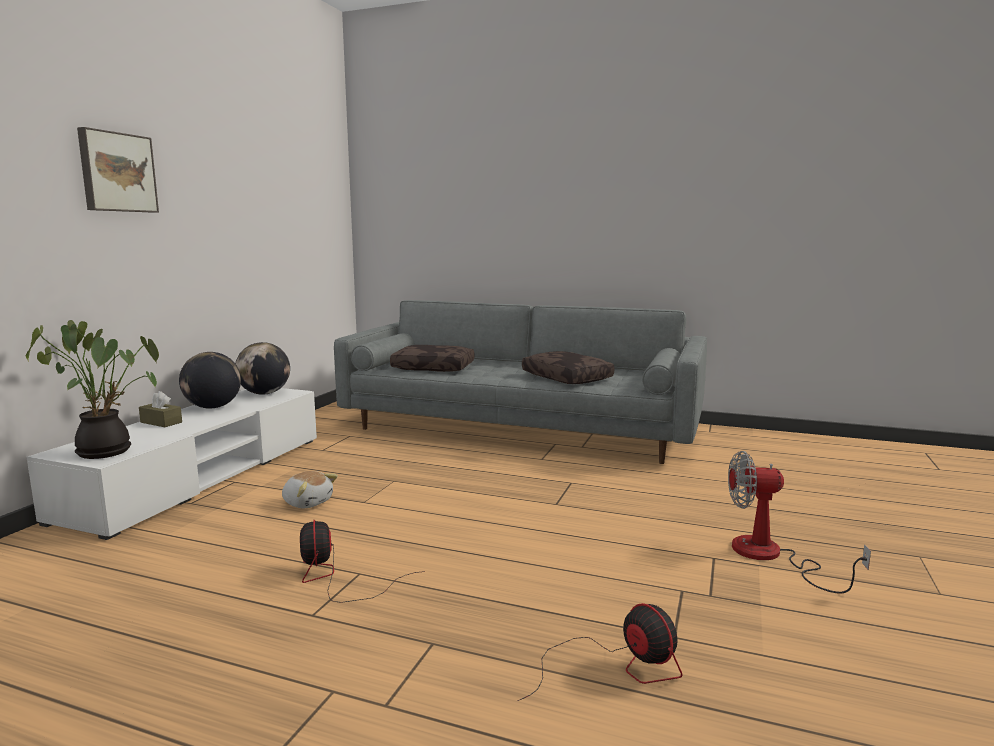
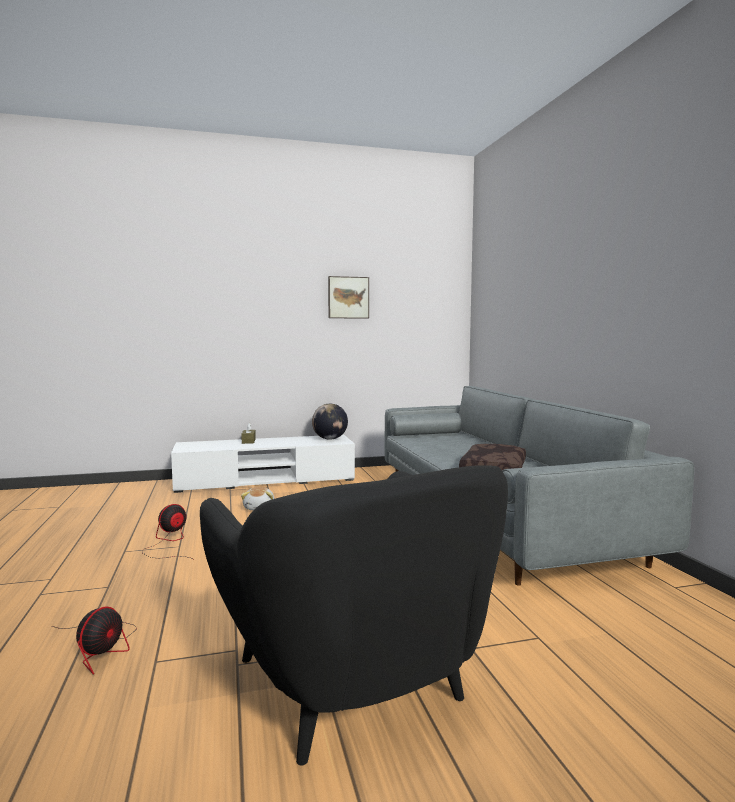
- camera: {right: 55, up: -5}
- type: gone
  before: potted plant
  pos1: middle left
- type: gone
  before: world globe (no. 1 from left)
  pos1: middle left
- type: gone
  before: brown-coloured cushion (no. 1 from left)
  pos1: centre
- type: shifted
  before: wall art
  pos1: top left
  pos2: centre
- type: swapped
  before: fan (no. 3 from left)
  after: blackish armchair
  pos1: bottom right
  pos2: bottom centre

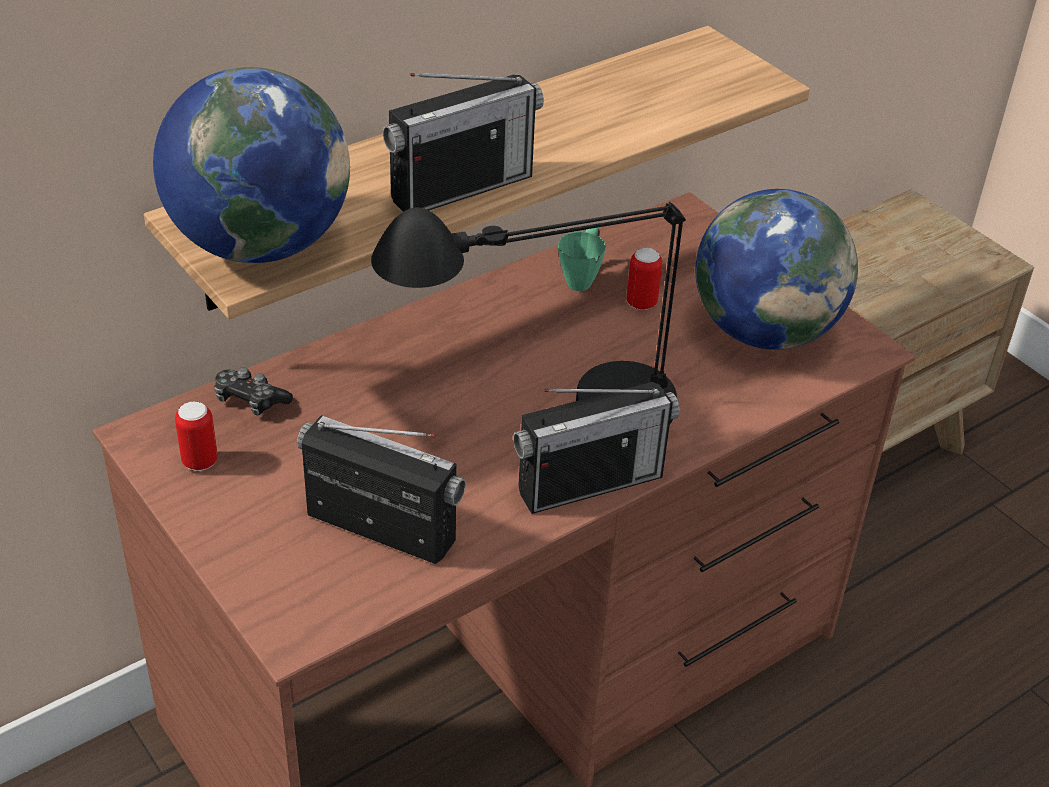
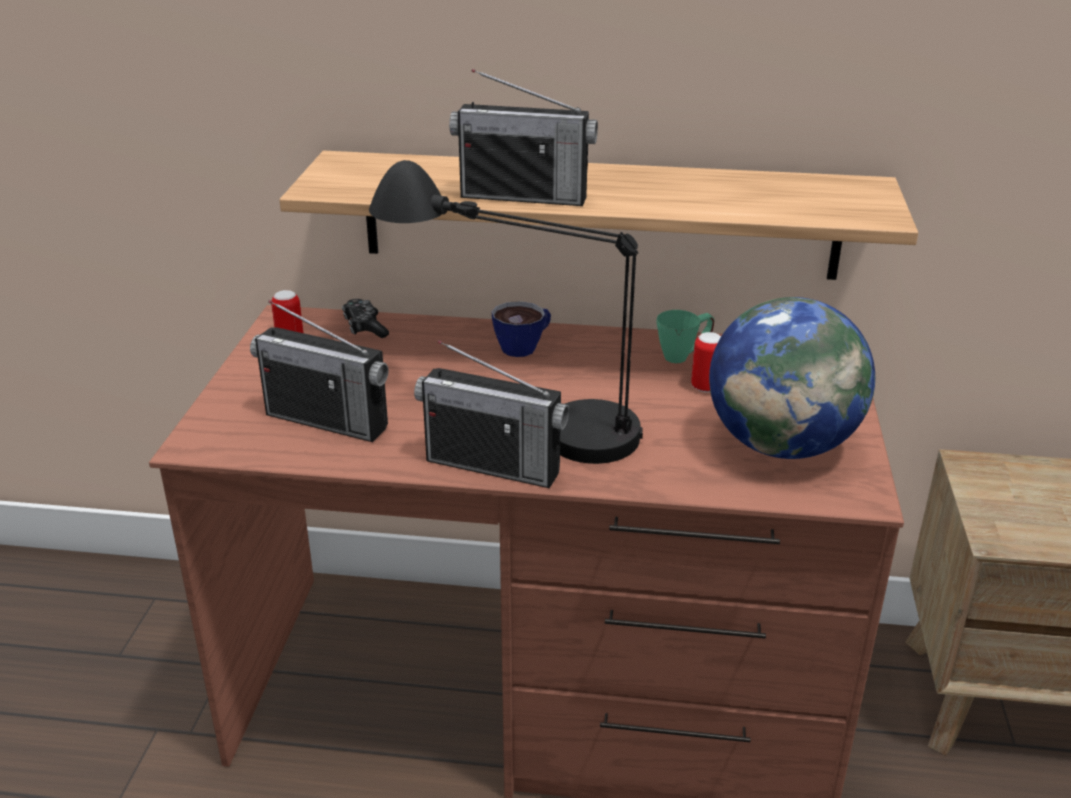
- camera: {right: 45, up: -10}
- type: gone
  before: world globe (no. 1 from left)
  pos1: top left
- type: new
  after: drinking cup
  pos2: centre
- type: rotated
  before: radio (no. 1 from left)
  pos1: centre
  pos2: middle left
  turn: 135

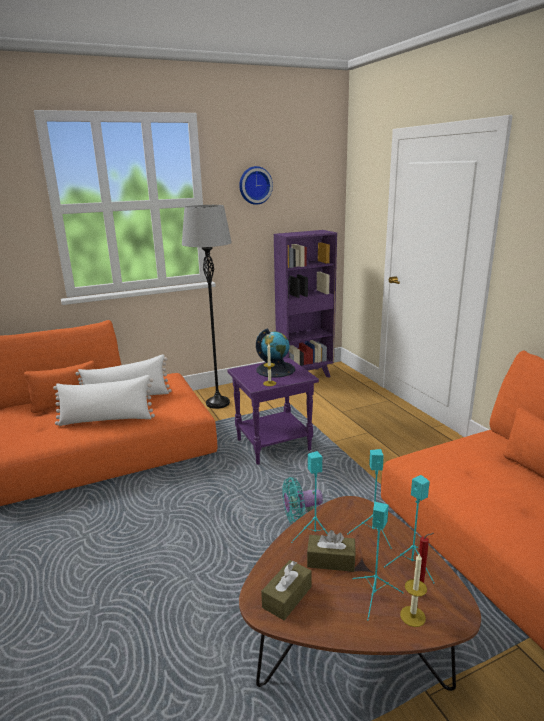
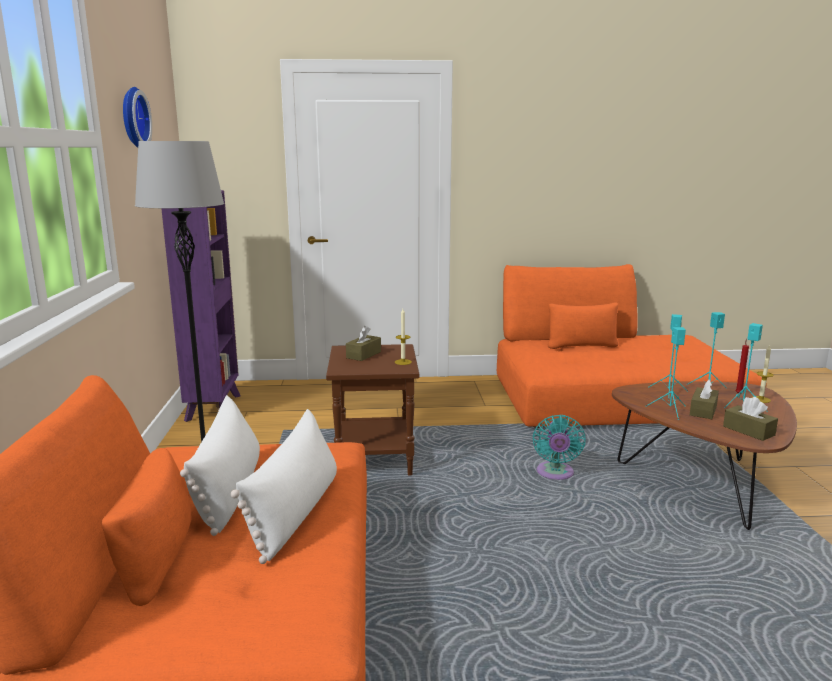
- camera: {right: -70, up: -5}
- type: swapped
  before: world globe
  after: brown-coloured tissue box (no. 1 from left)
  pos1: centre
  pos2: centre
- type: repainted
  before: purplish accent table
  after: brown-coloured accent table
  pos1: centre
  pos2: centre

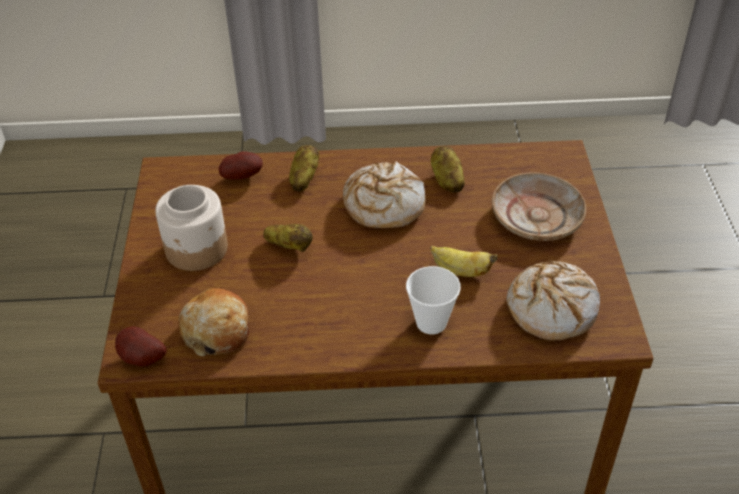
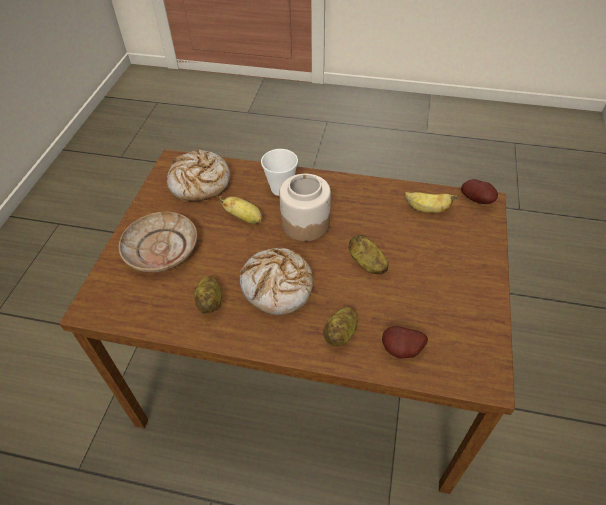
- camera: {right: -165, up: 5}
- type: shifted
  before: storage jar
  pos1: middle left
  pos2: centre
- type: swapped
  before: bread (no. 1 from left)
  after: whole banana (no. 2 from left)
  pos1: middle left
  pos2: middle right

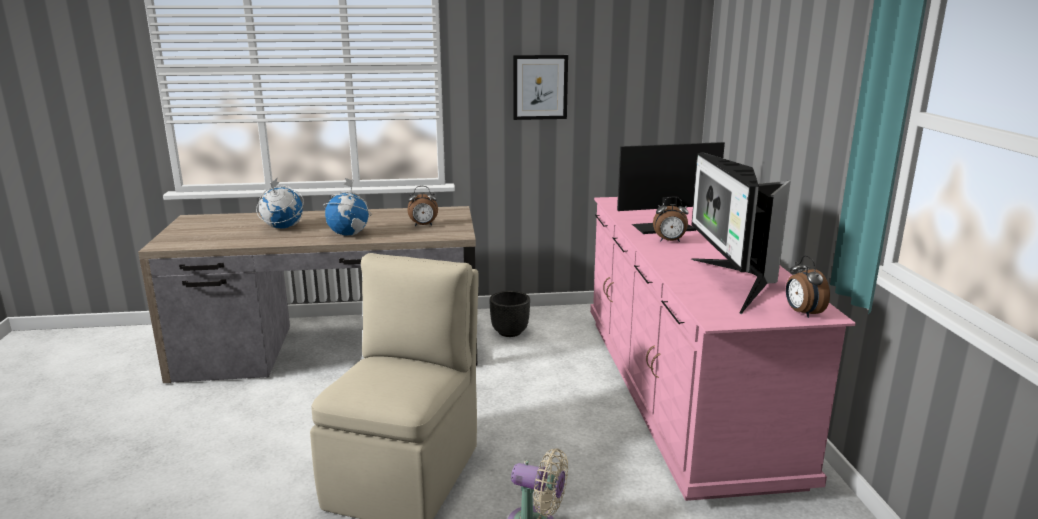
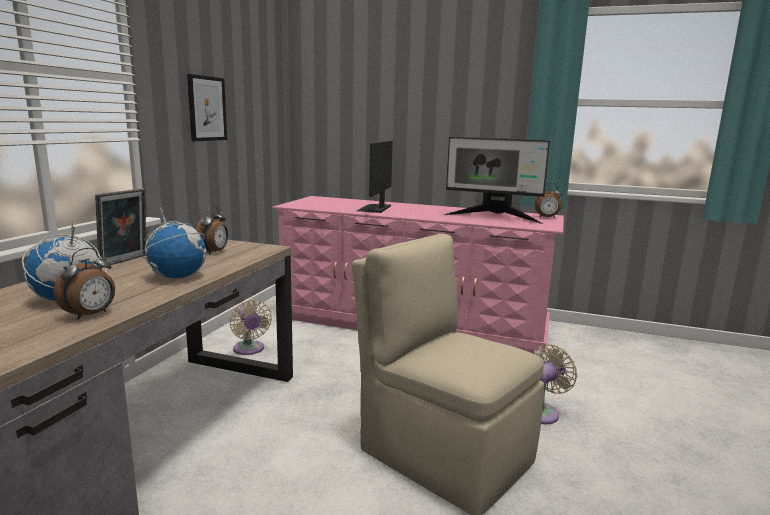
- camera: {right: -65, up: -5}
- type: new
  after: standing frame
  pos2: middle left
- type: shifted
  before: alarm clock (no. 2 from left in the first image)
  after: alarm clock (no. 1 from left)
  pos1: centre
  pos2: middle left
- type: swapped
  before: blackish plant pot
  after: beige fan (no. 1 from left)
  pos1: centre
  pos2: middle left

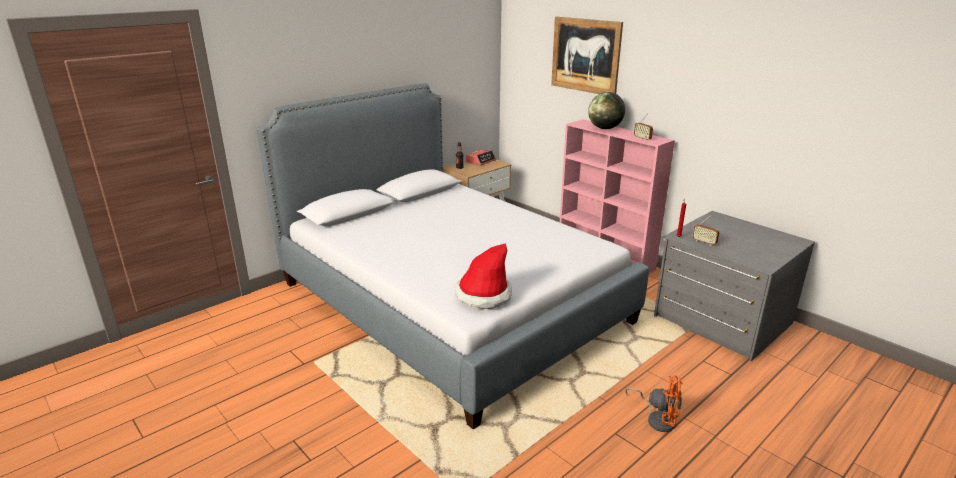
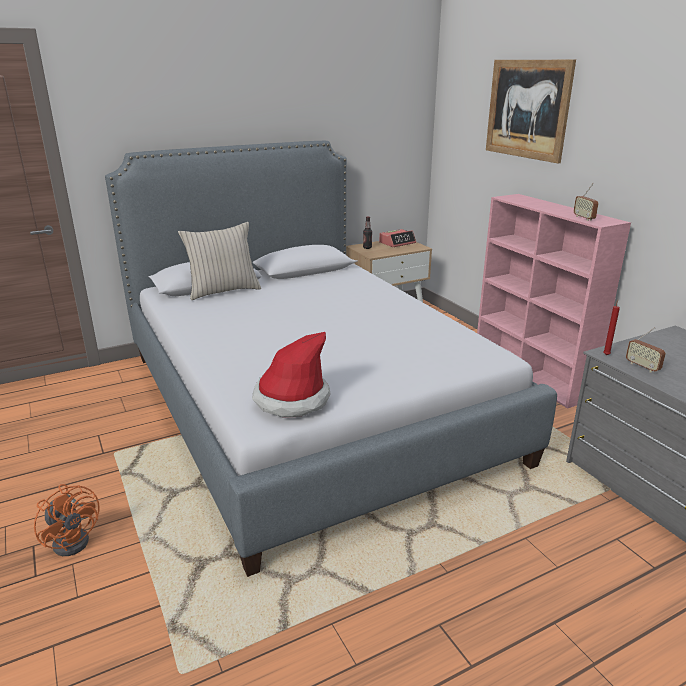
- camera: {right: 15, up: 0}
- type: gone
  before: world globe
  pos1: top centre
- type: new
  after: beige cushion
  pos2: middle left
- type: shifted
  before: orange-coloured fan
  pos1: bottom right
  pos2: bottom left

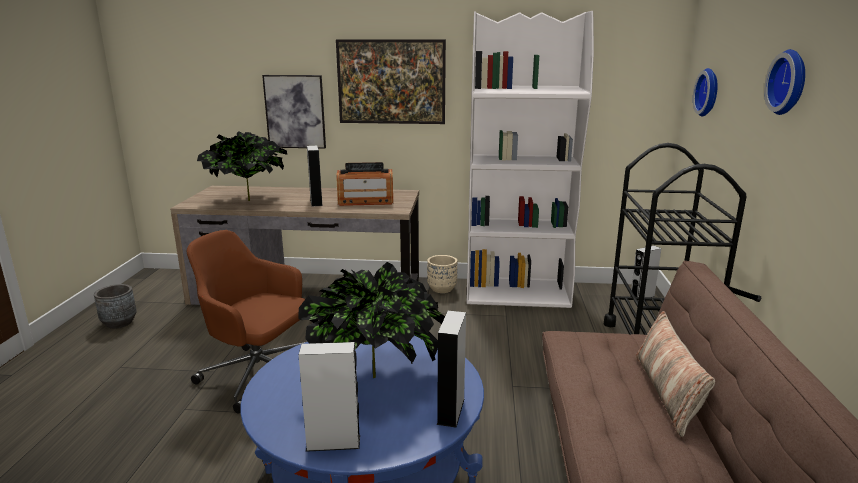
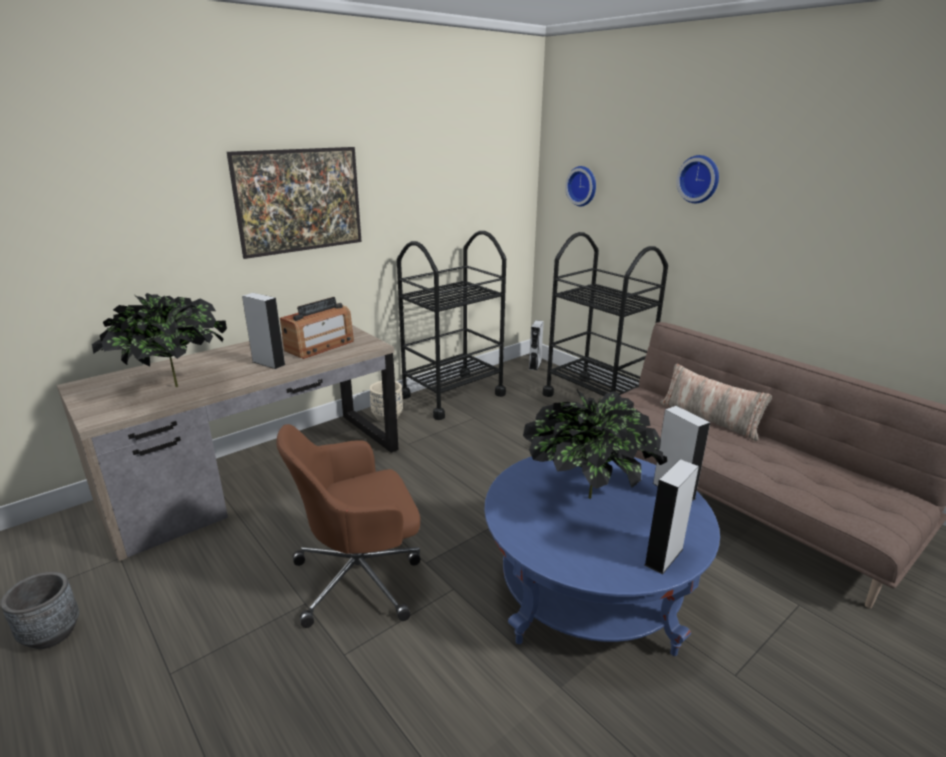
- camera: {right: -45, up: 5}
- type: gone
  before: wall art (no. 1 from left)
  pos1: top centre
- type: swapped
  before: white-coloured bookshelf
  after: blackish cart (no. 1 from left)
  pos1: top centre
  pos2: centre

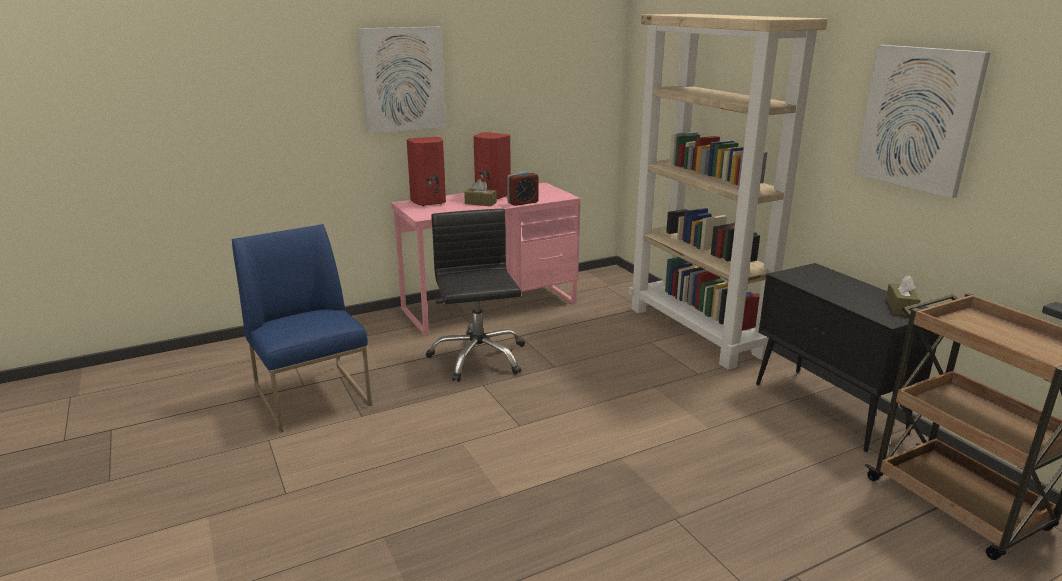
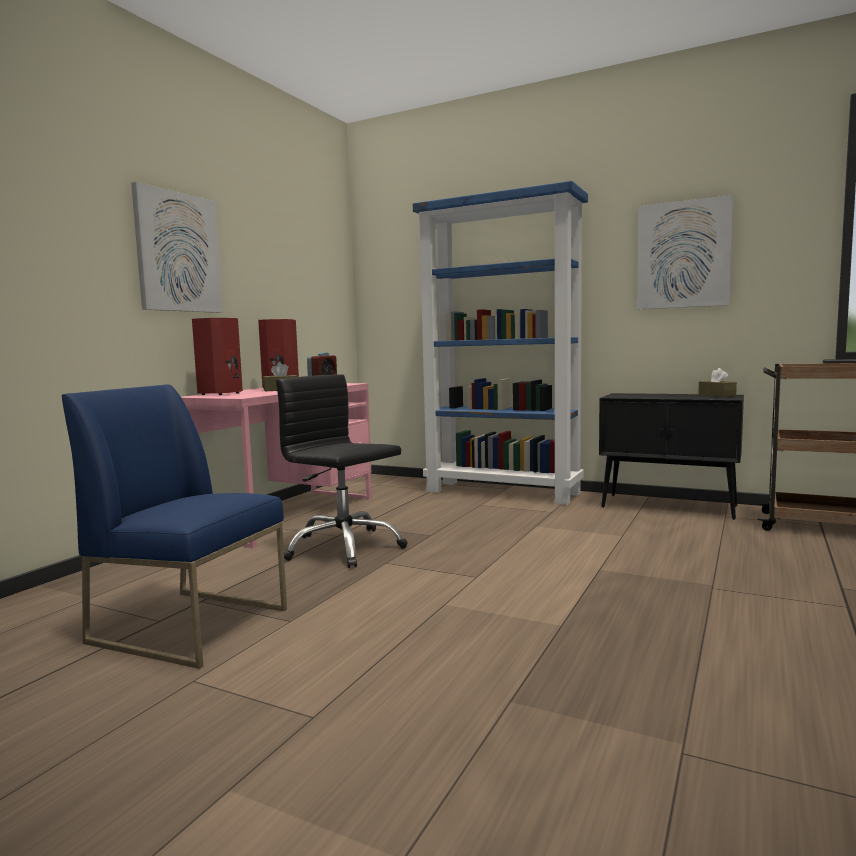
- camera: {right: -35, up: -15}
- type: repainted
  before: beige bookshelf
  after: blue bookshelf
  pos1: top right
  pos2: centre

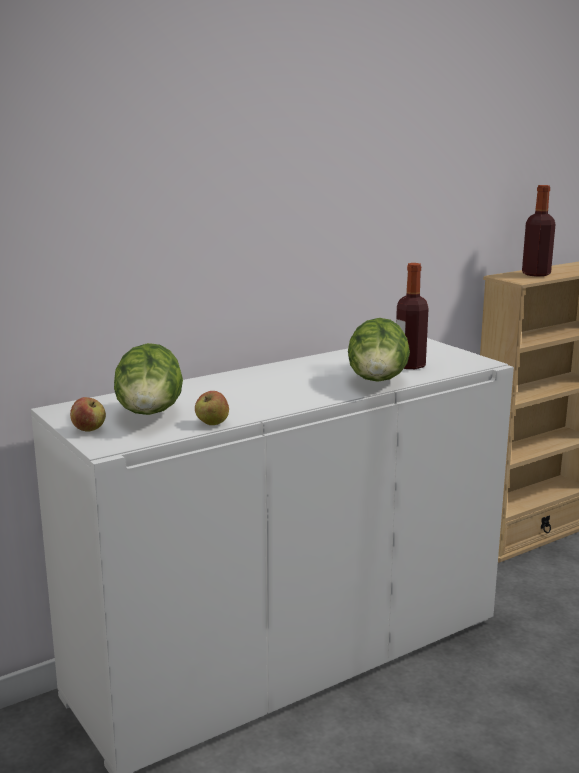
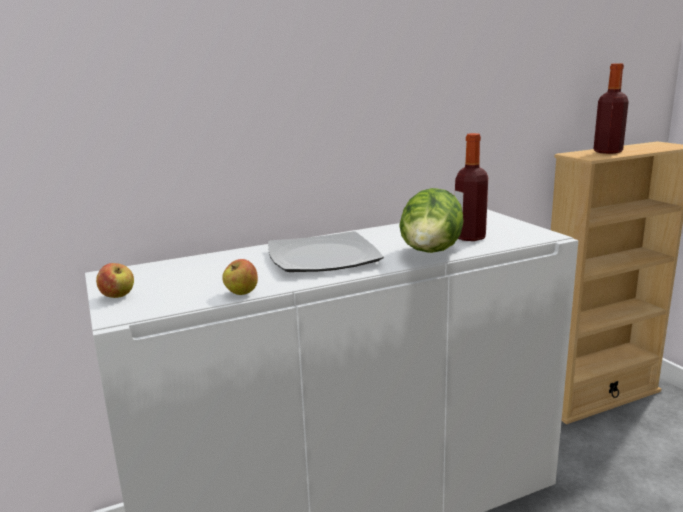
- camera: {right: 10, up: 0}
- type: gone
  before: lettuce head (no. 1 from left)
  pos1: middle left
- type: new
  after: dinner plate
  pos2: centre

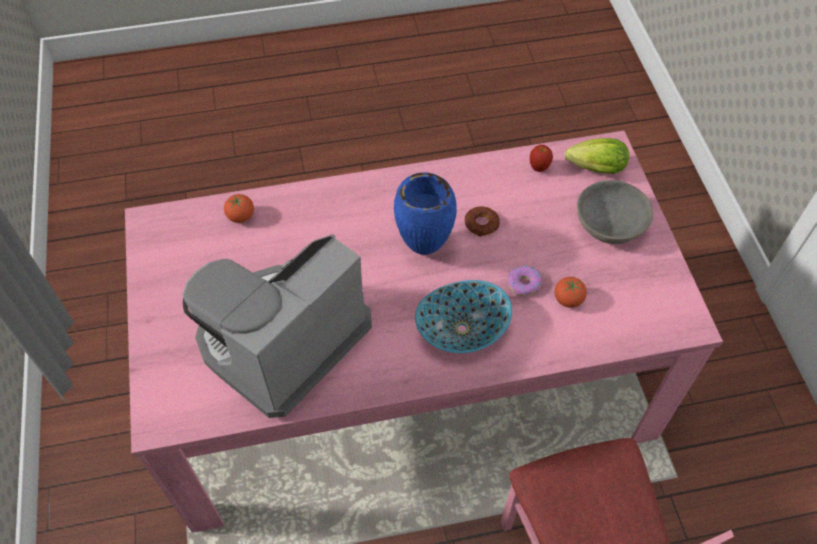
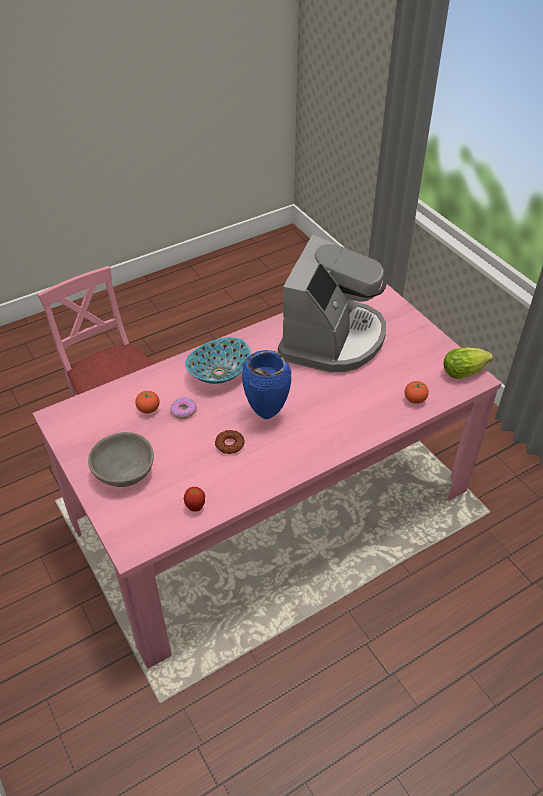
- camera: {right: 160, up: -10}
- type: shifted
  before: lettuce head
  pos1: top right
  pos2: middle right

